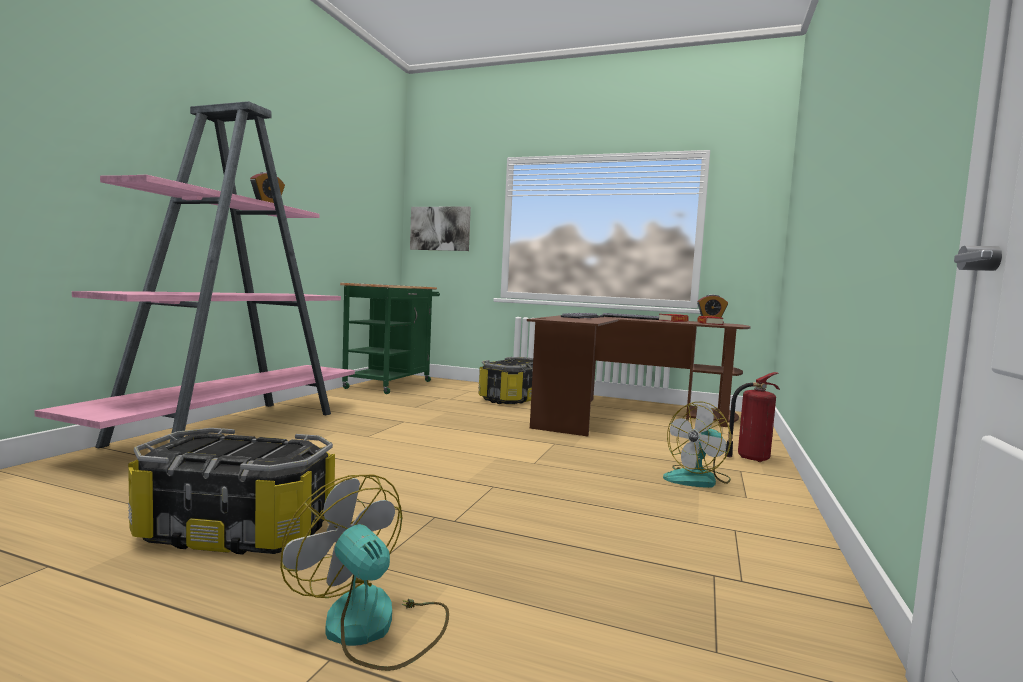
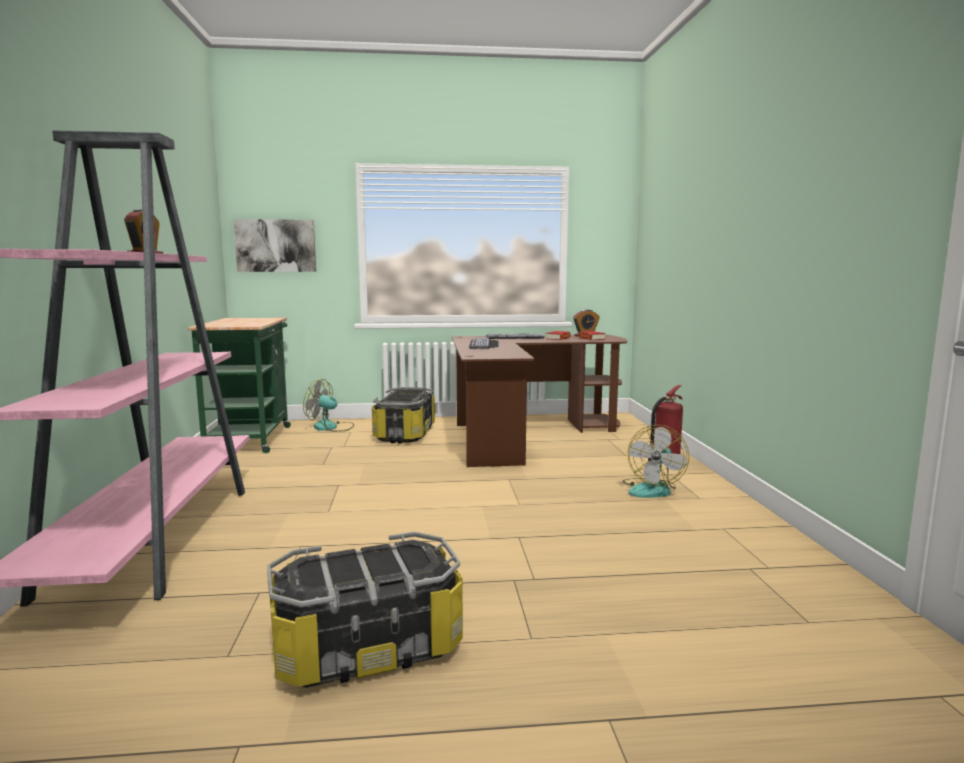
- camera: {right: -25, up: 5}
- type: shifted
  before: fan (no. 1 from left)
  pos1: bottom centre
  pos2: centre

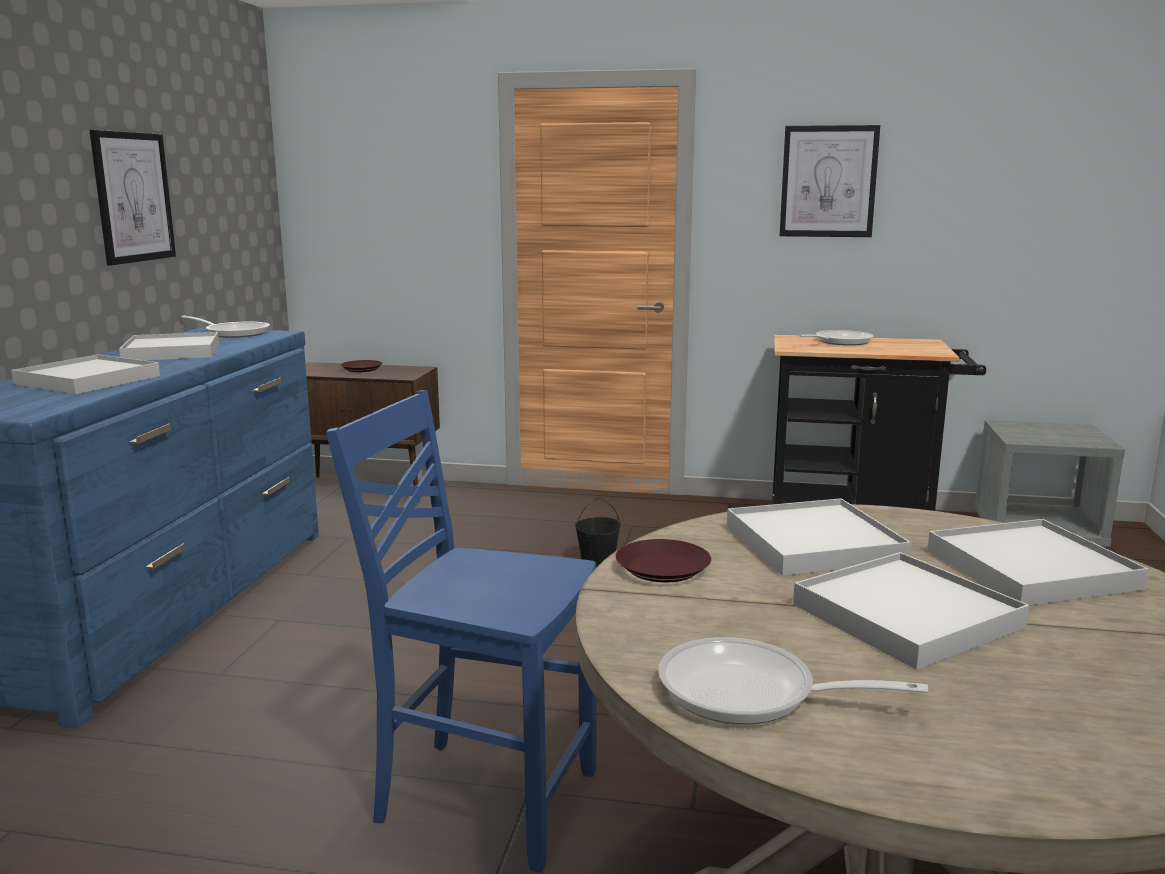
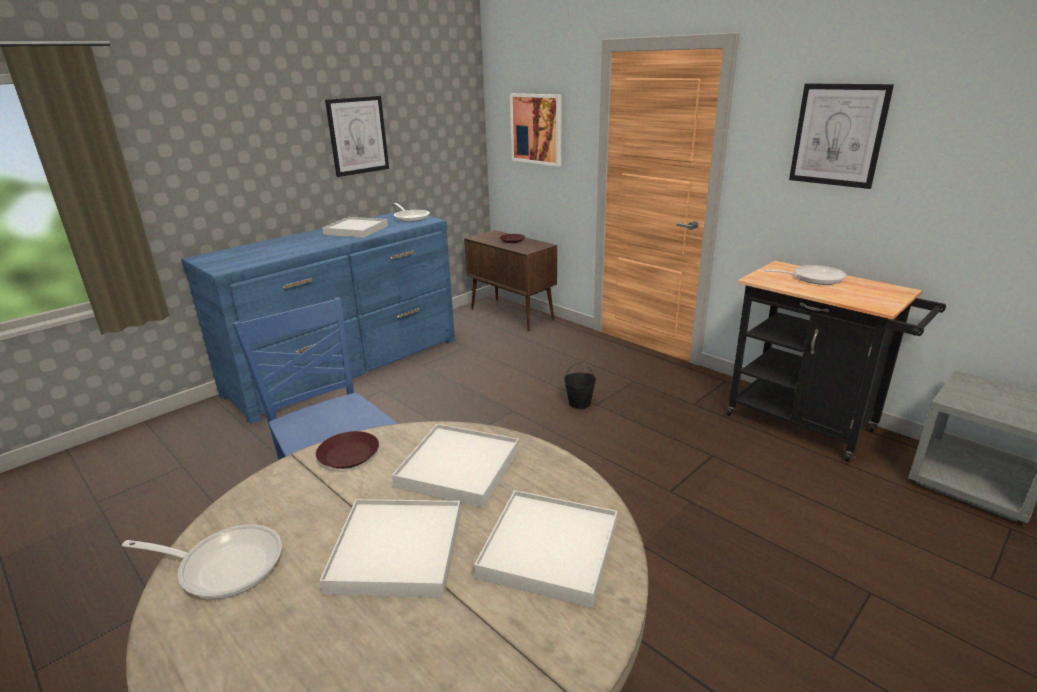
- camera: {right: 35, up: 10}
- type: gone
  before: white-coloured carrying tray (no. 1 from left)
  pos1: middle left
- type: new
  after: wall art (no. 2 from left)
  pos2: top centre
- type: rotated
  before: skillet (no. 2 from left in the first image)
  pos1: bottom right
  pos2: bottom left
  turn: 135

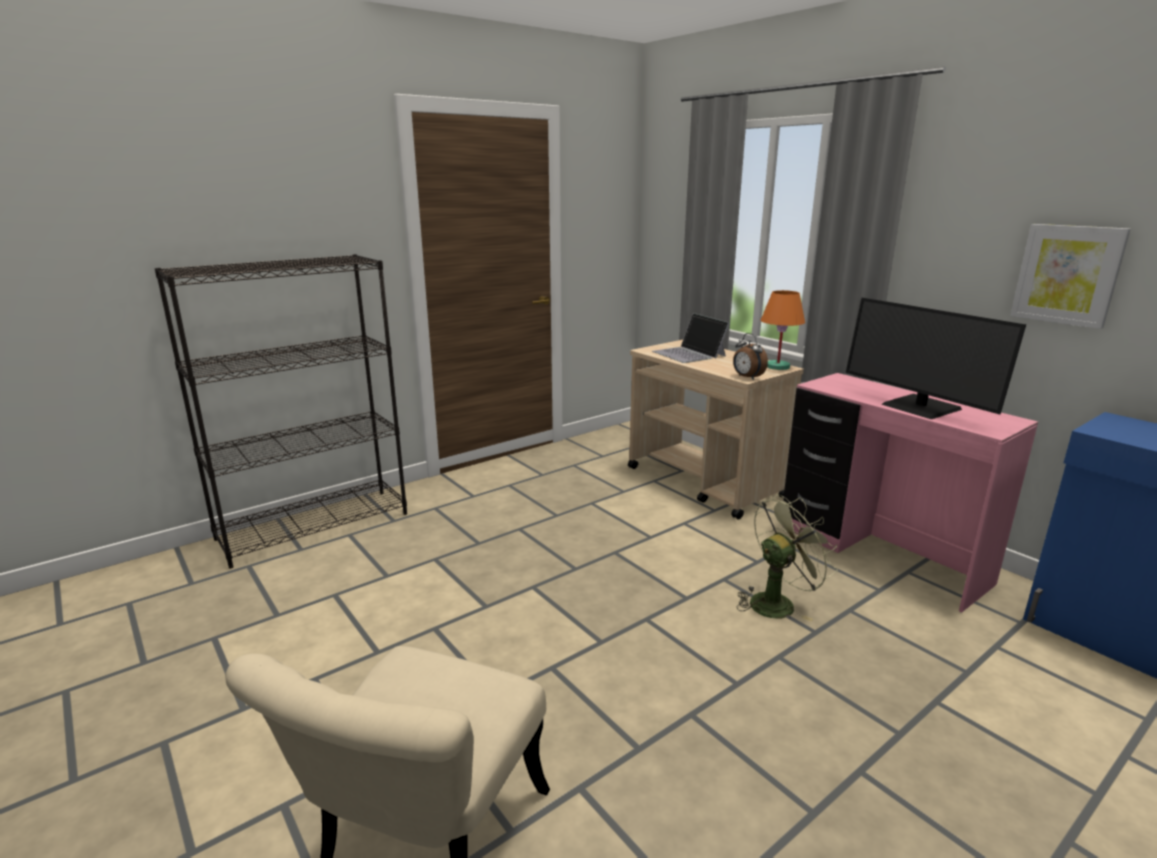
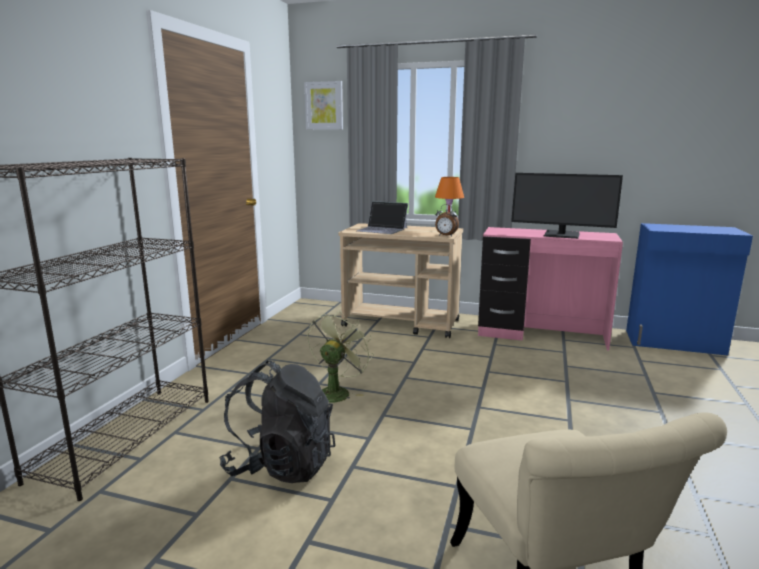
- camera: {right: -35, up: -5}
- type: new
  after: blackish knapsack
  pos2: bottom centre
- type: shifted
  before: green-coloured fan
  pos1: middle right
  pos2: centre
- type: shifted
  before: wall art
  pos1: top right
  pos2: top centre

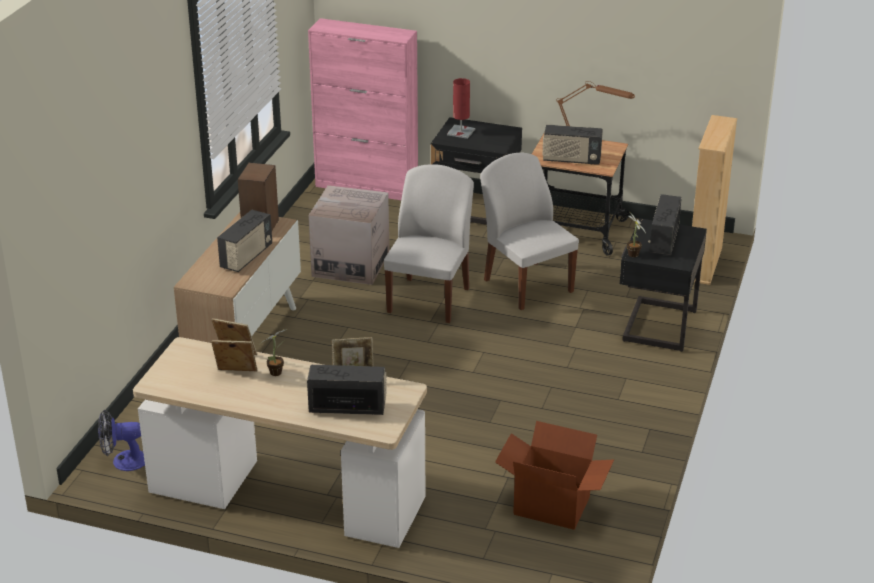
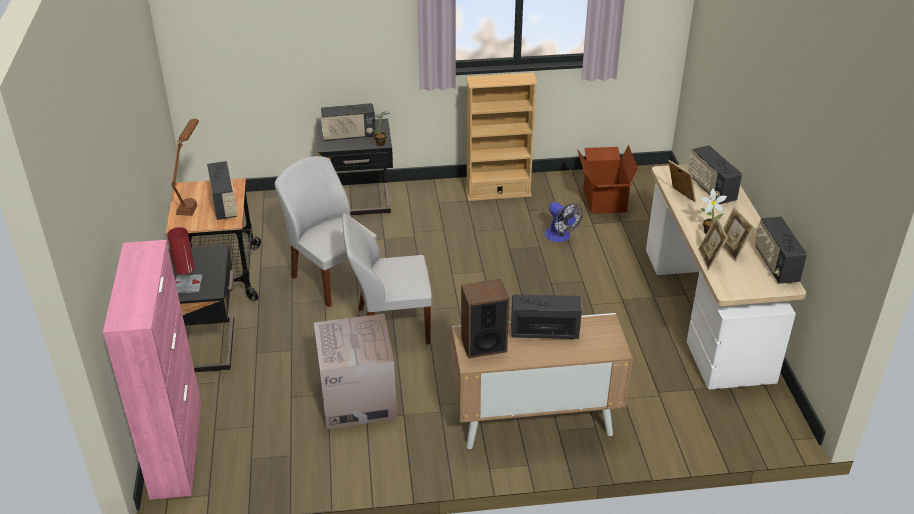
- camera: {right: -115, up: 5}
- type: new
  after: radio (no. 5 from left)
  pos2: middle right
- type: shifted
  before: fan
  pos1: bottom left
  pos2: centre
- type: shifted
  before: beige bookshelf
  pos1: middle right
  pos2: top centre
- type: rotated
  before: white-coloured chair (no. 2 from left in the first image)
  pos1: centre
  pos2: centre
  turn: 105

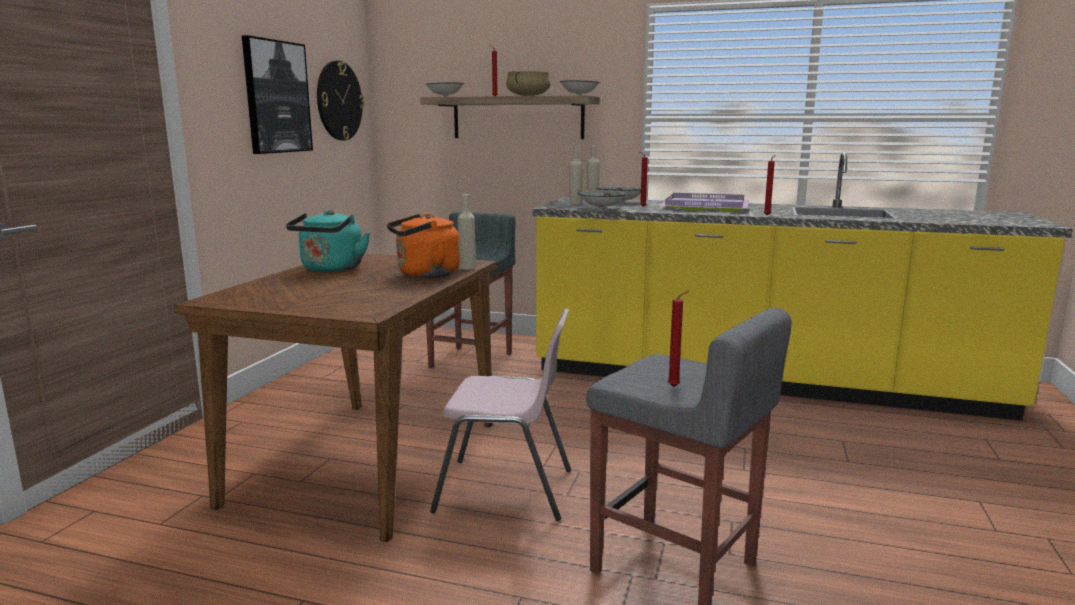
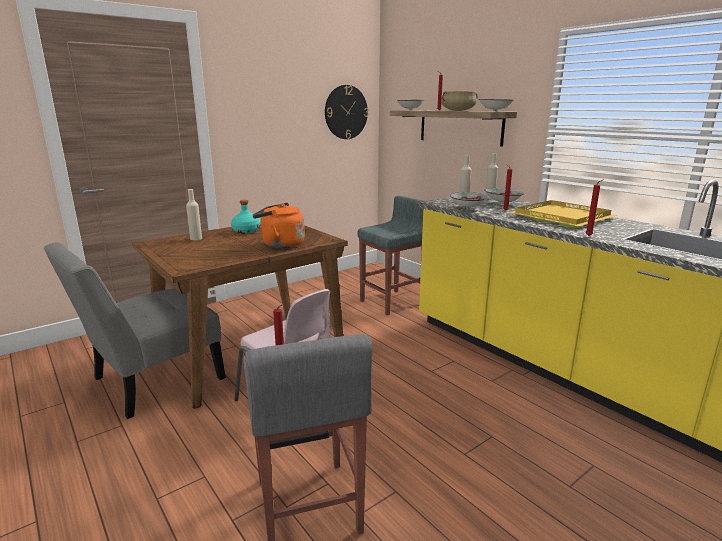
- camera: {right: 35, up: 5}
- type: gone
  before: wall art
  pos1: top left
- type: new
  after: grey chair
  pos2: middle left
- type: shifted
  before: beige bottle (no. 1 from left)
  pos1: centre
  pos2: middle left
- type: swapped
  before: turquoise kettle
  after: turquoise bottle
  pos1: middle left
  pos2: centre
- type: repainted
  before: purplish carrying tray
  after: yellow carrying tray
  pos1: centre
  pos2: middle right

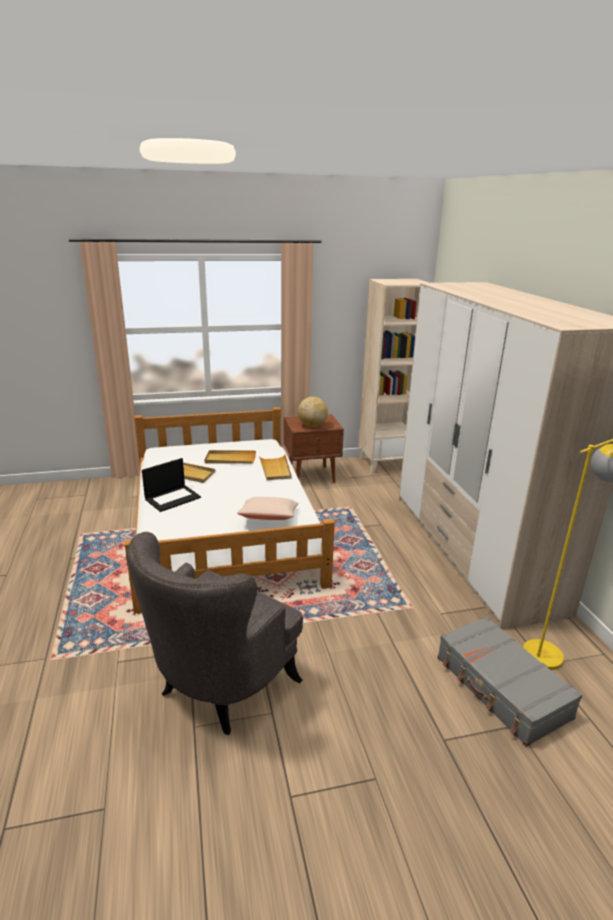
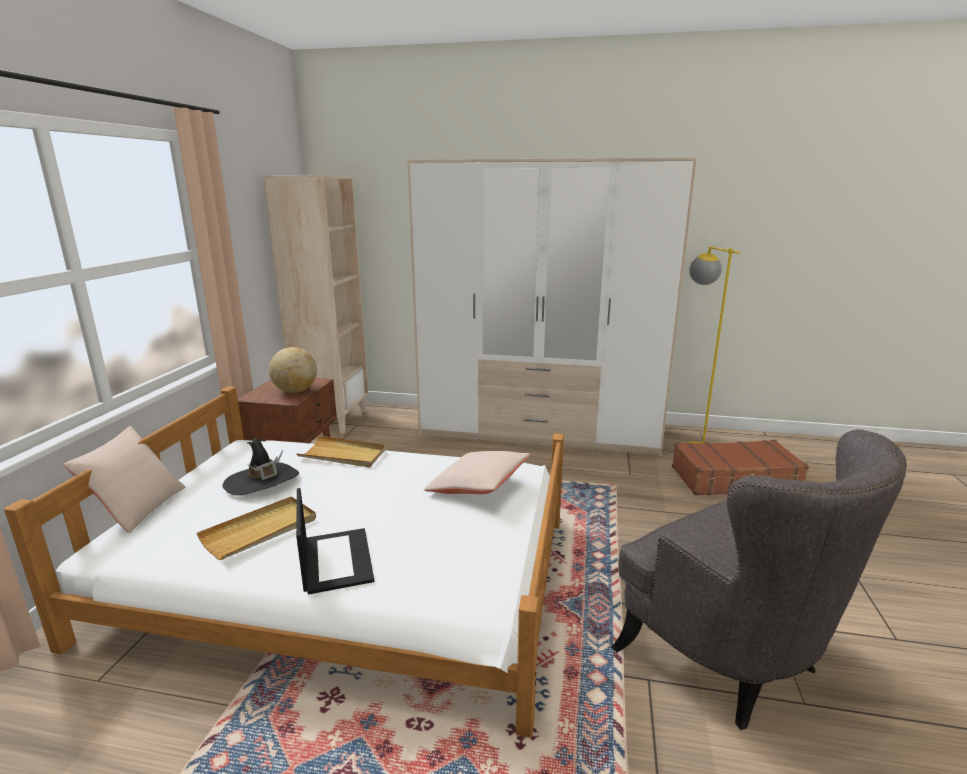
- camera: {right: -65, up: -5}
- type: new
  after: beige cushion (no. 1 from left)
  pos2: middle left
- type: swapped
  before: beige carrying tray (no. 2 from left)
  after: blackish clothing hat
  pos1: centre
  pos2: middle left
- type: repainted
  before: grey travel case
  after: brown-coloured travel case
  pos1: bottom right
  pos2: middle right

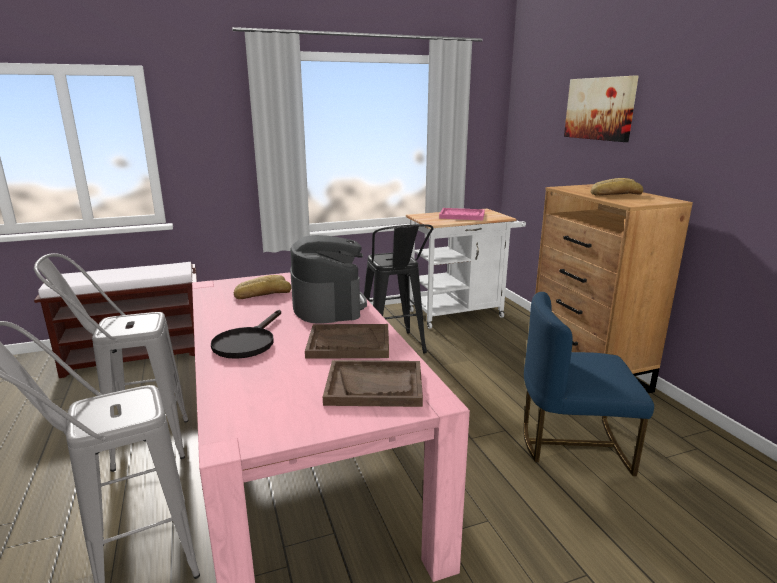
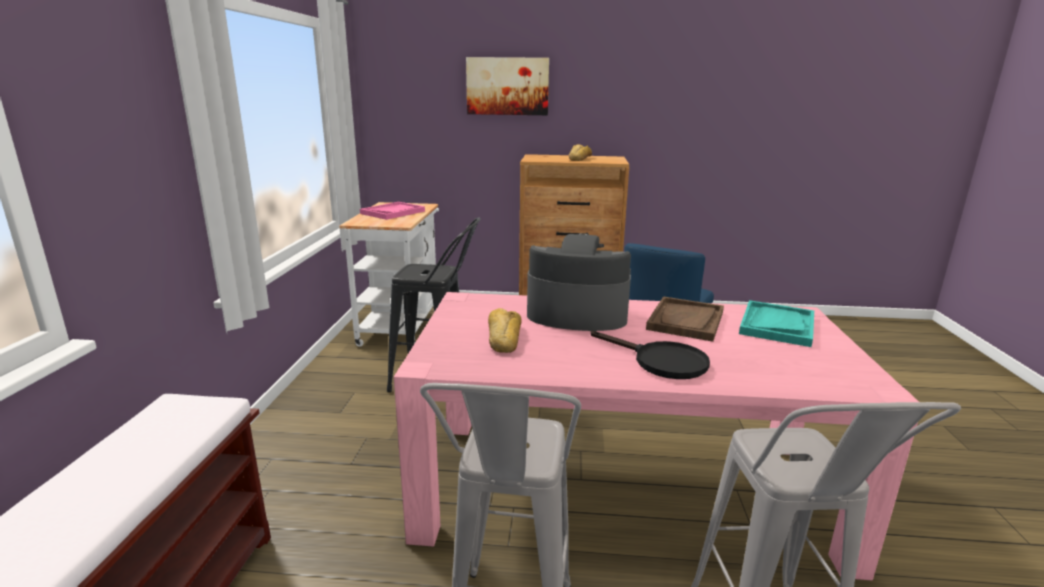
- camera: {right: -65, up: 0}
- type: repainted
  before: brown-coloured carrying tray (no. 2 from left)
  after: turquoise carrying tray
  pos1: centre
  pos2: middle right

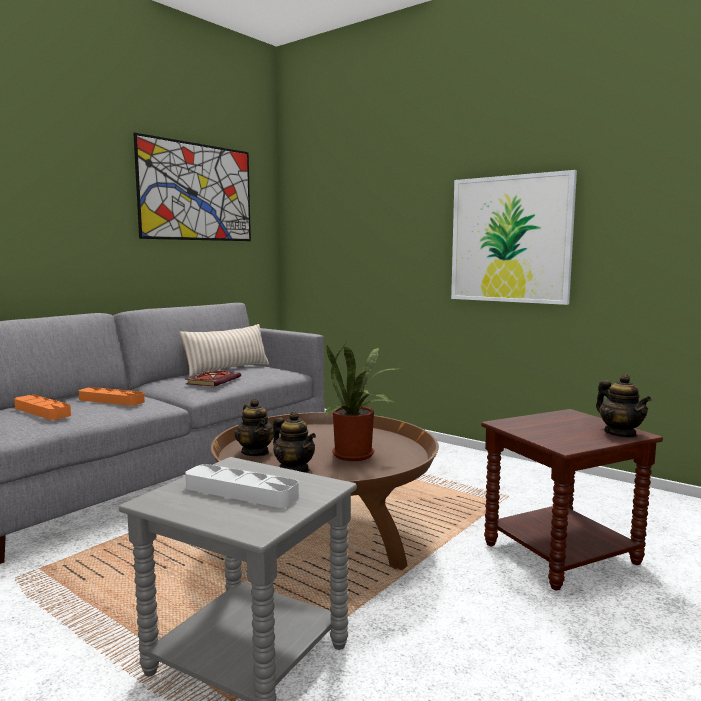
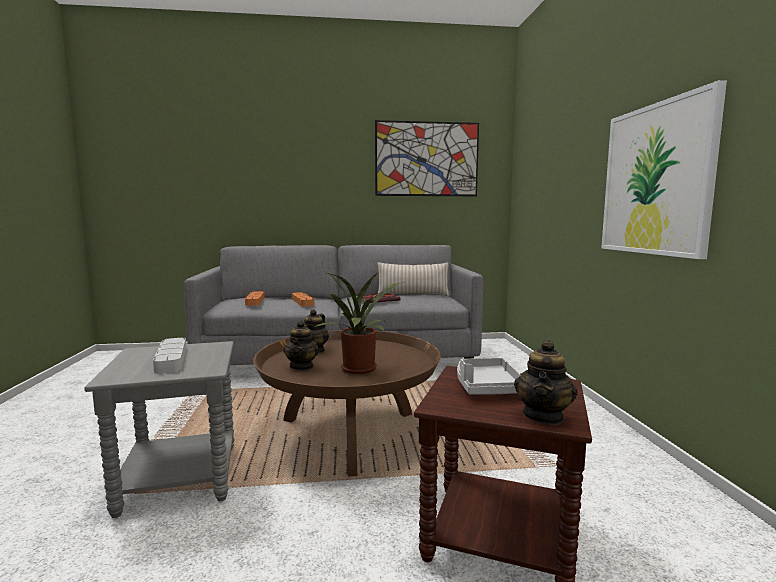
- camera: {right: 45, up: 0}
- type: new
  after: grey carrying tray (no. 2 from left)
  pos2: centre

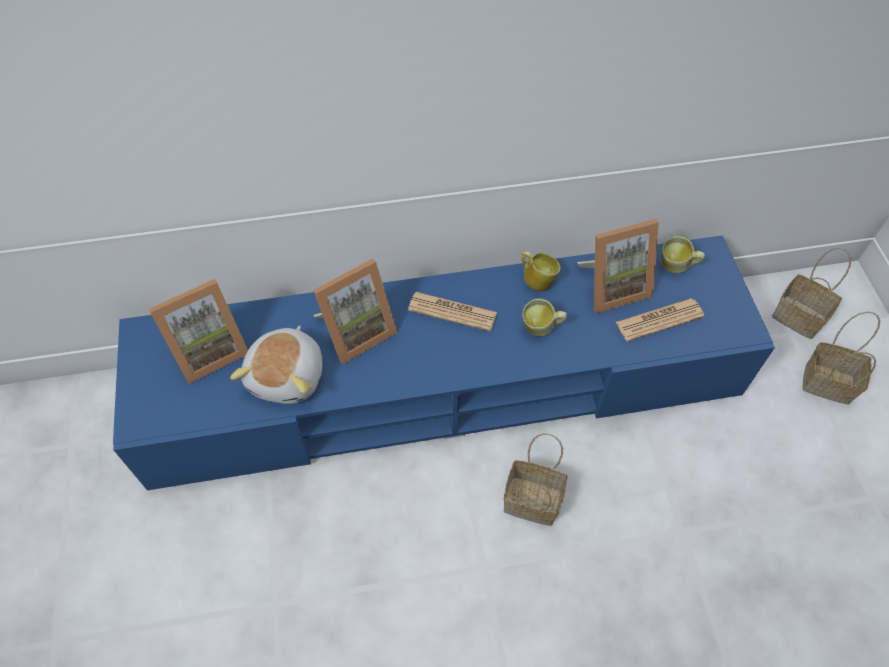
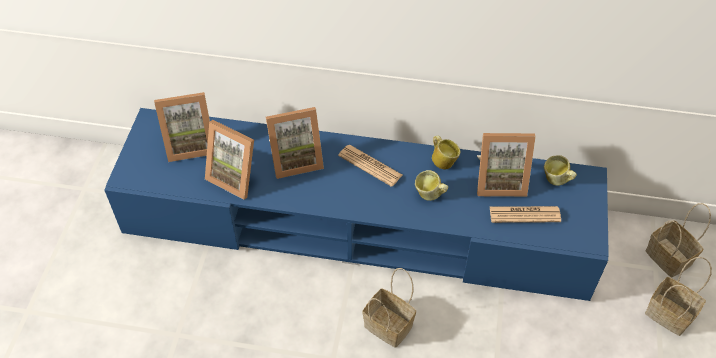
- camera: {right: 20, up: -5}
- type: swapped
  before: plush toy
  after: standing frame (no. 2 from left)
  pos1: middle left
  pos2: middle left

